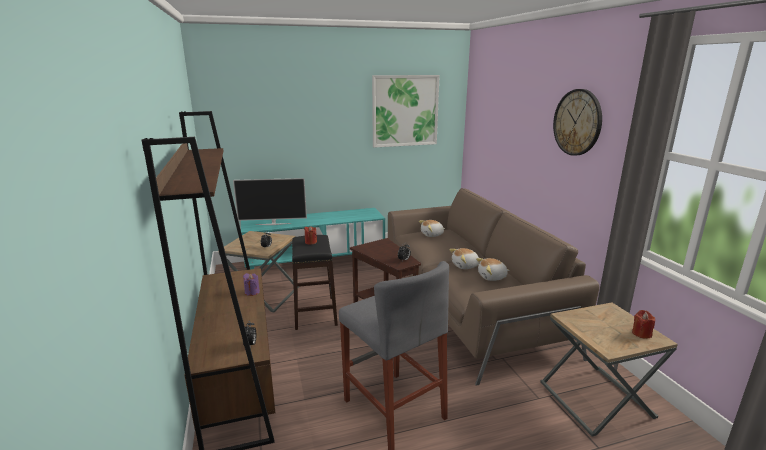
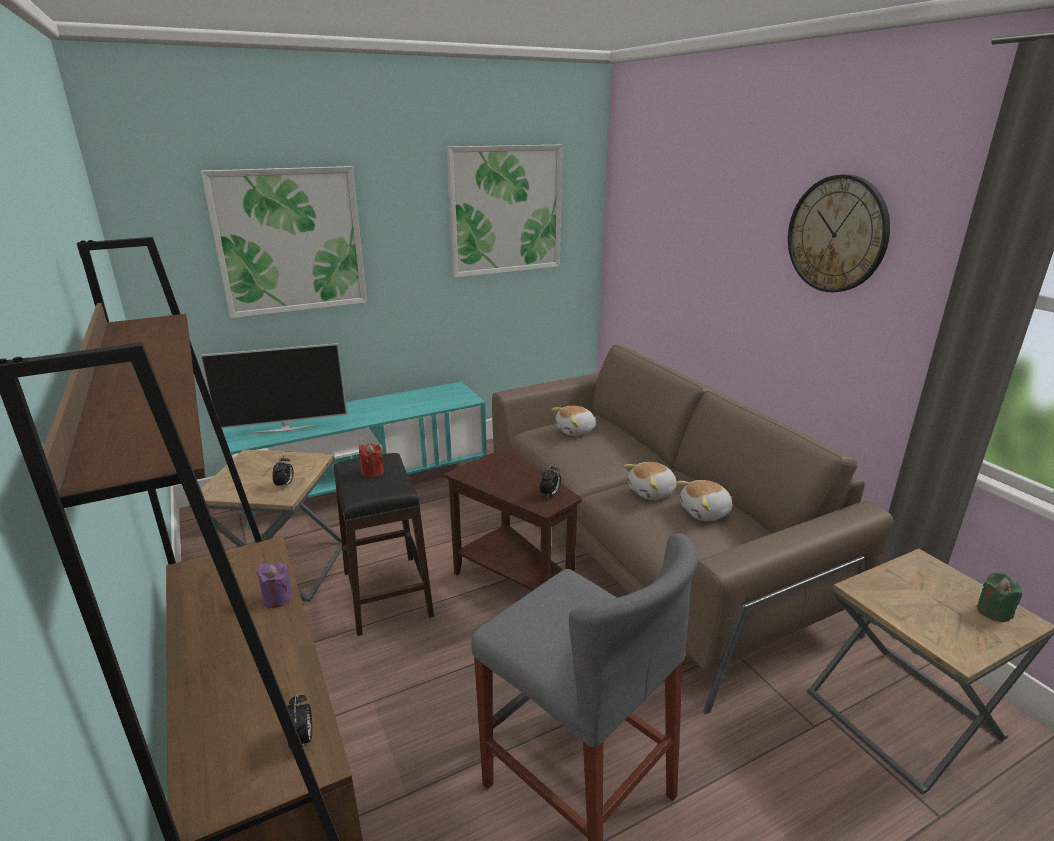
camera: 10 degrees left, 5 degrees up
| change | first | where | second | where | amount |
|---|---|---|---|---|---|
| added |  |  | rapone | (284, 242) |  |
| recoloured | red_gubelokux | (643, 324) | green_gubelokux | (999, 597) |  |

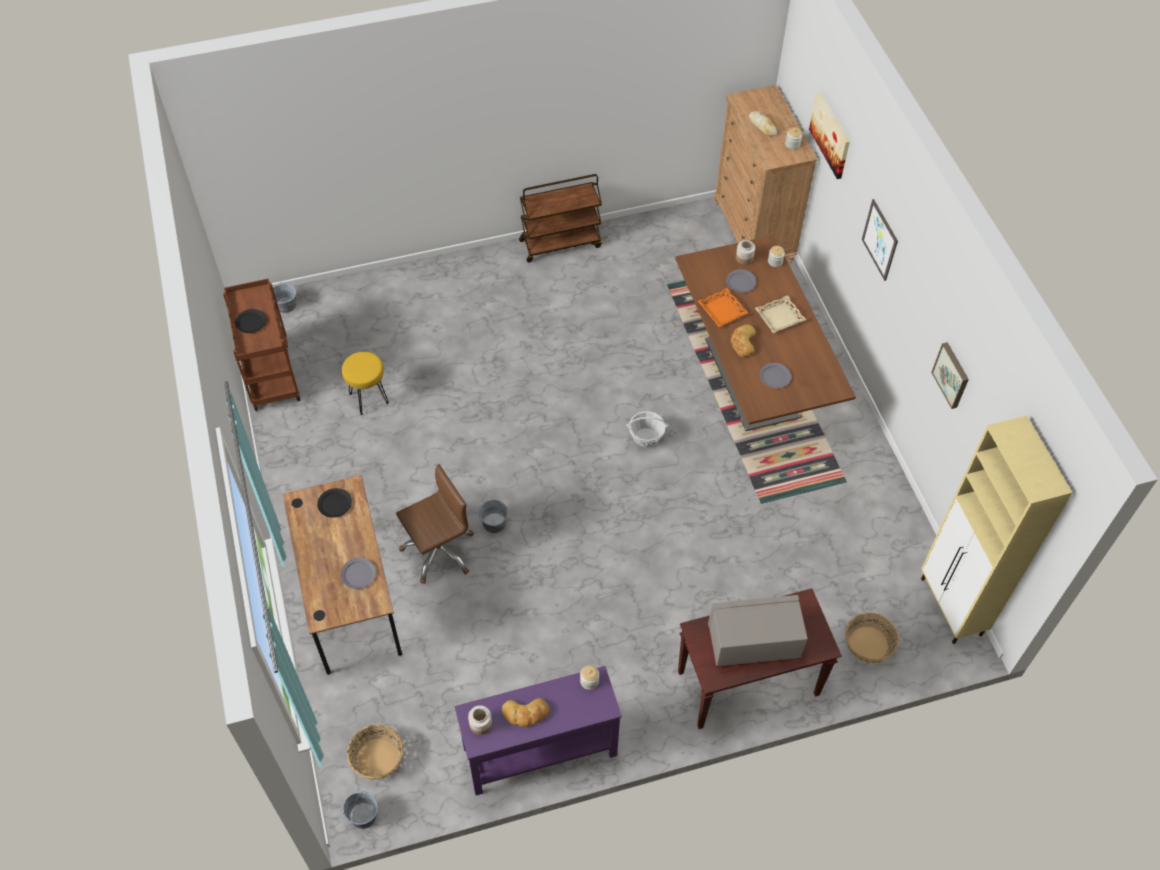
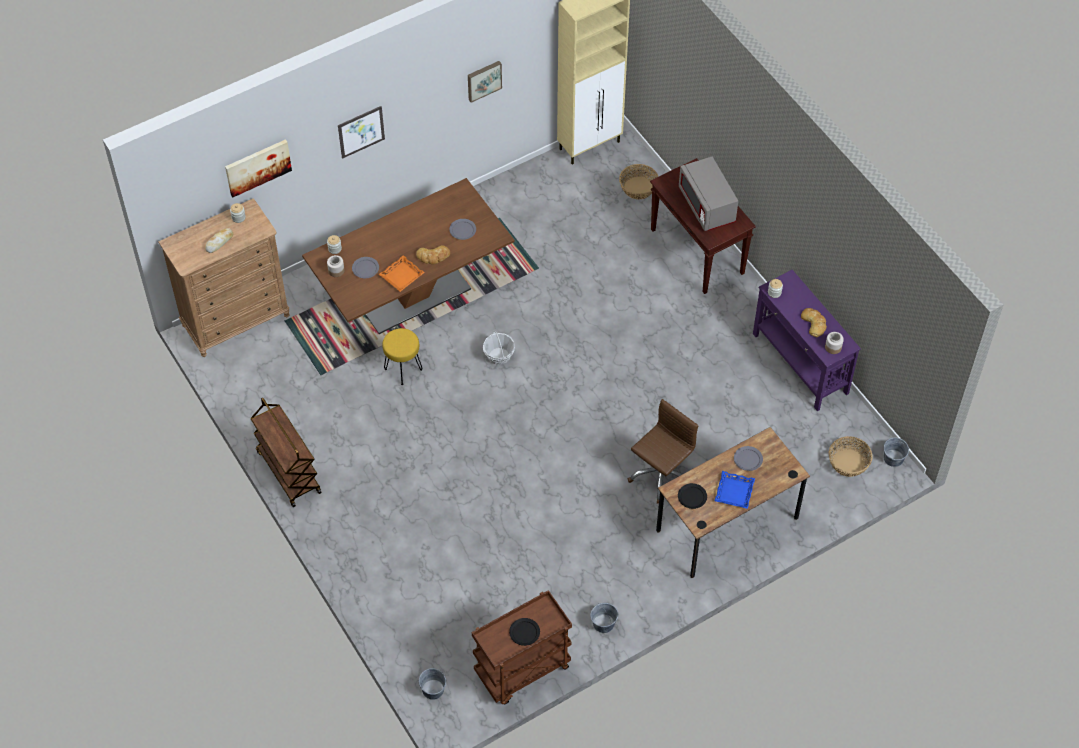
camera: 105 degrees left, 0 degrees up
| change | first | where | second | where | amount |
|---|---|---|---|---|---|
| removed | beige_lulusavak | (780, 314) |  |  |  |
| added |  |  | blue_lulusavak | (735, 490) |  |
| moved | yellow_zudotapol | (365, 383) |  | (402, 356) |  |
| moved | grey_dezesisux | (493, 516) |  | (604, 618) |  |
| turned | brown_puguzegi | (435, 524) |  | (663, 451) | 90 degrees clockwise |

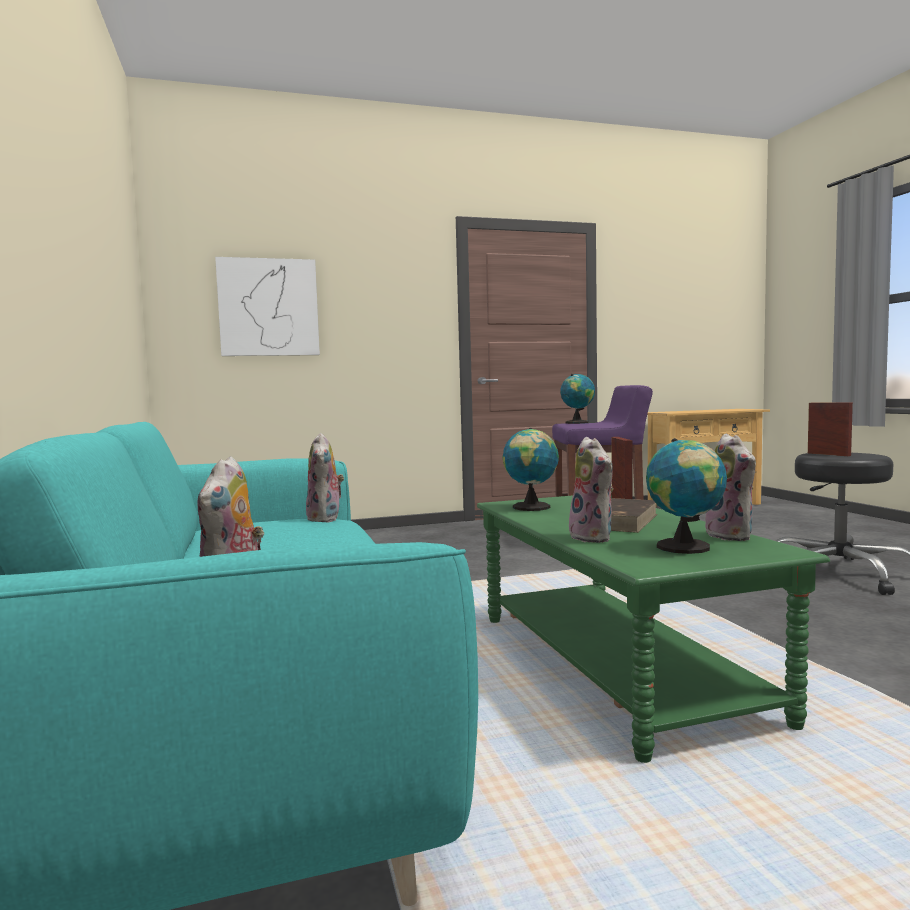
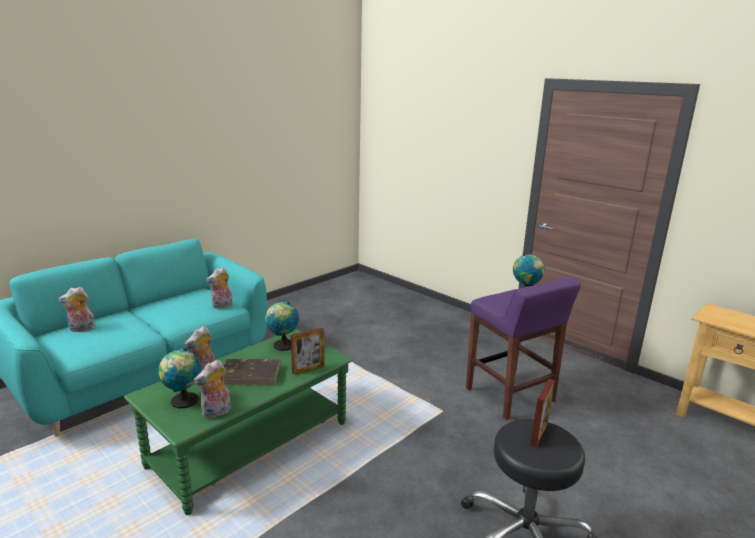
camera: 60 degrees right, 15 degrees up
| change | first | where | second | where | amount |
|---|---|---|---|---|---|
| removed | rapone | (267, 306) |  |  |  |

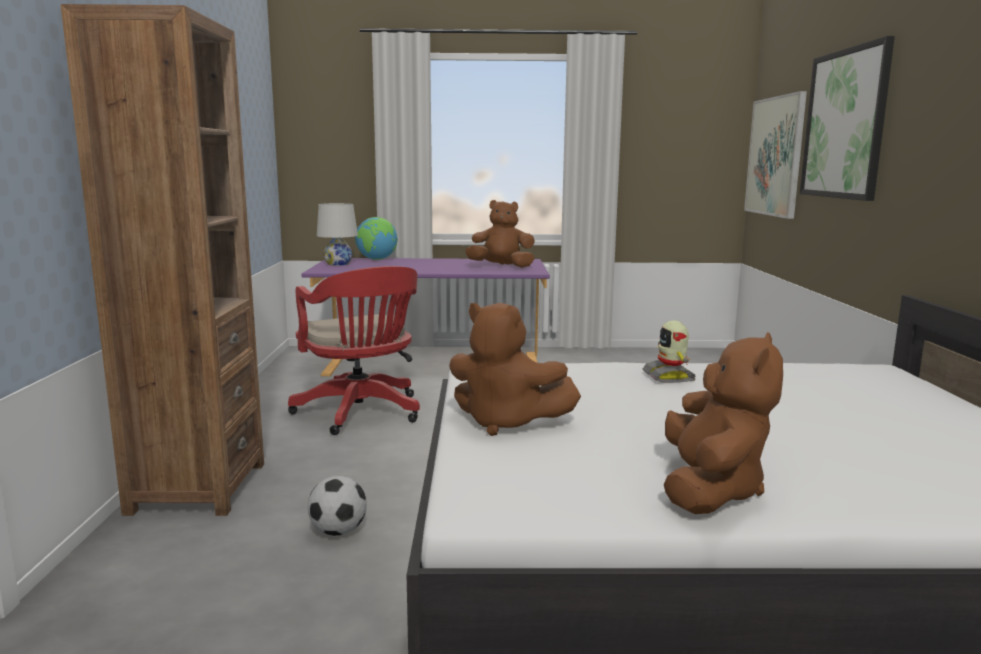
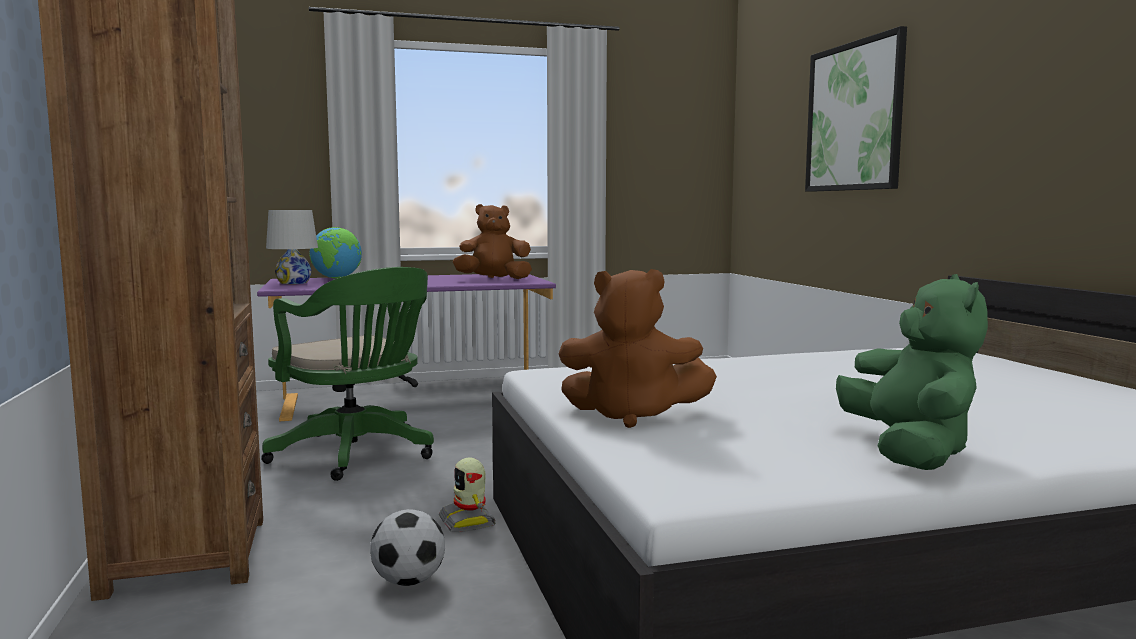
camera: 15 degrees left, 5 degrees down
| change | first | where | second | where | amount |
|---|---|---|---|---|---|
| removed | rapone | (775, 155) |  |  |  |
| moved | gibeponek | (669, 351) |  | (467, 494) |  |
| recoloured | red_puguzegi | (354, 350) | green_puguzegi | (347, 374) |  |
| recoloured | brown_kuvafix | (723, 423) | green_kuvafix | (912, 372) |  |

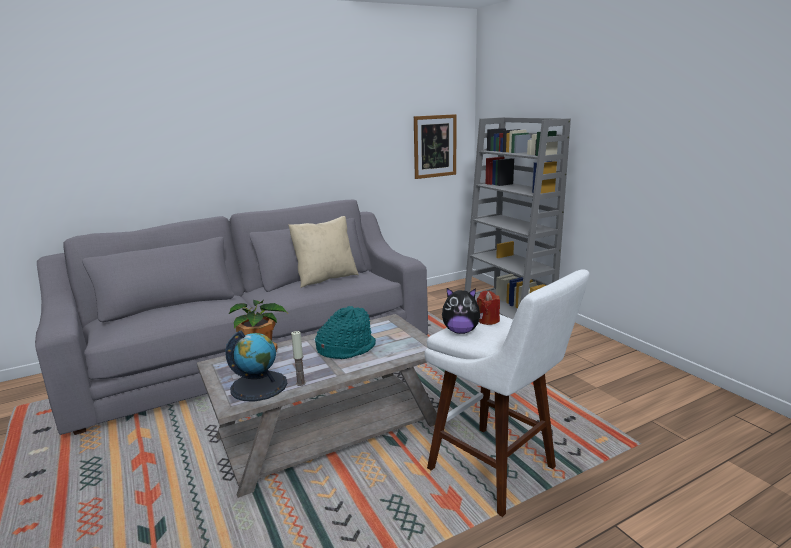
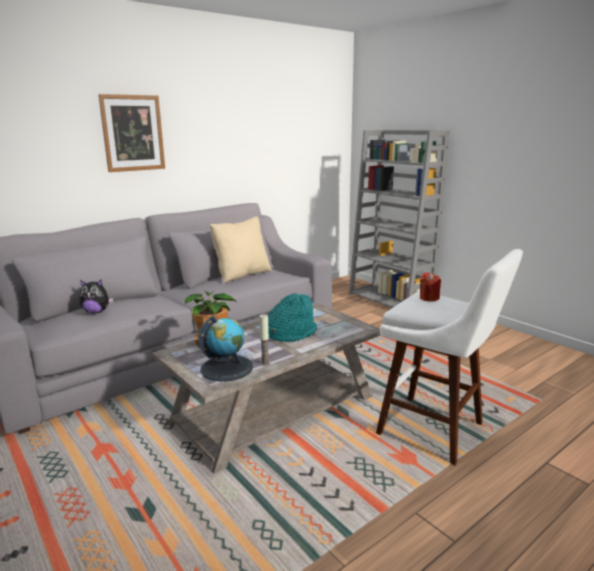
camera: 10 degrees left, 0 degrees up
| change | first | where | second | where | amount |
|---|---|---|---|---|---|
| moved | rapone | (435, 146) |  | (131, 133) |  |
| moved | kuvafix | (462, 311) |  | (96, 297) |  |

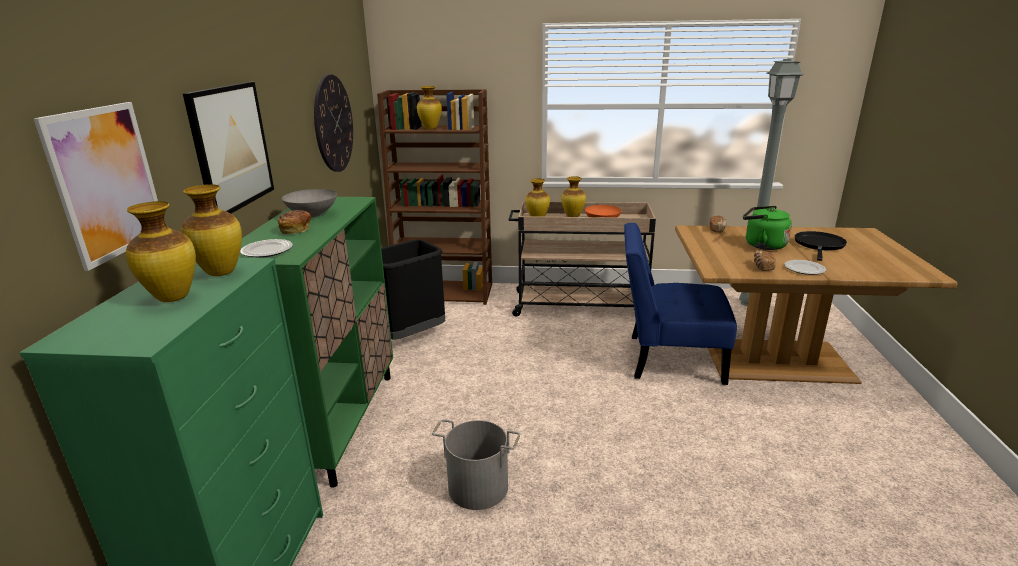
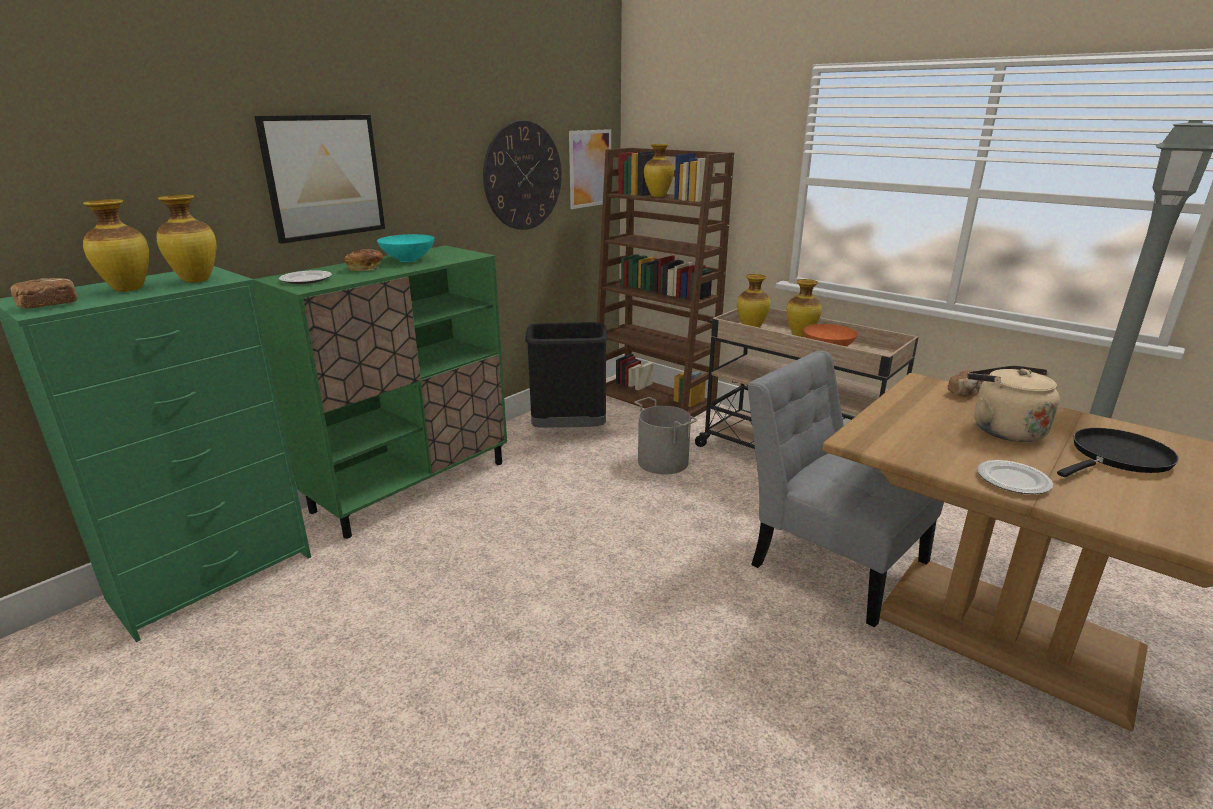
camera: 35 degrees right, 0 degrees up
| change | first | where | second | where | amount |
|---|---|---|---|---|---|
| moved | rapone | (95, 186) |  | (590, 169) |  |
| moved | grey_dezesisux | (476, 464) |  | (666, 436) |  |
| moved | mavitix | (765, 261) |  | (44, 293) |  |
| recoloured | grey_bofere | (309, 203) | turquoise_bofere | (406, 248) |  |
| recoloured | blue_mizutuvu | (680, 304) | grey_mizutuvu | (845, 489) |  |
| recoloured | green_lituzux | (767, 228) | beige_lituzux | (1013, 403) |  |

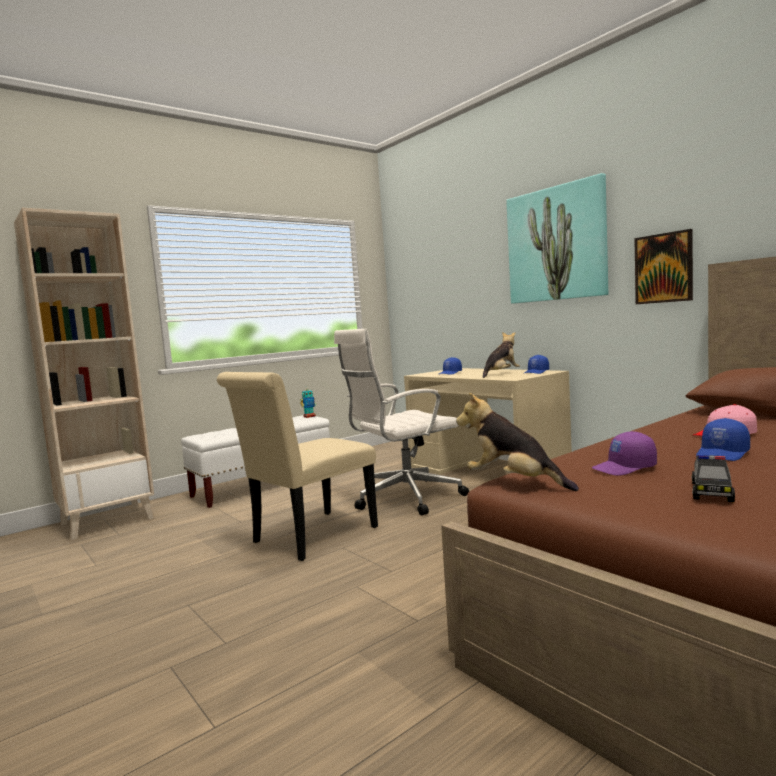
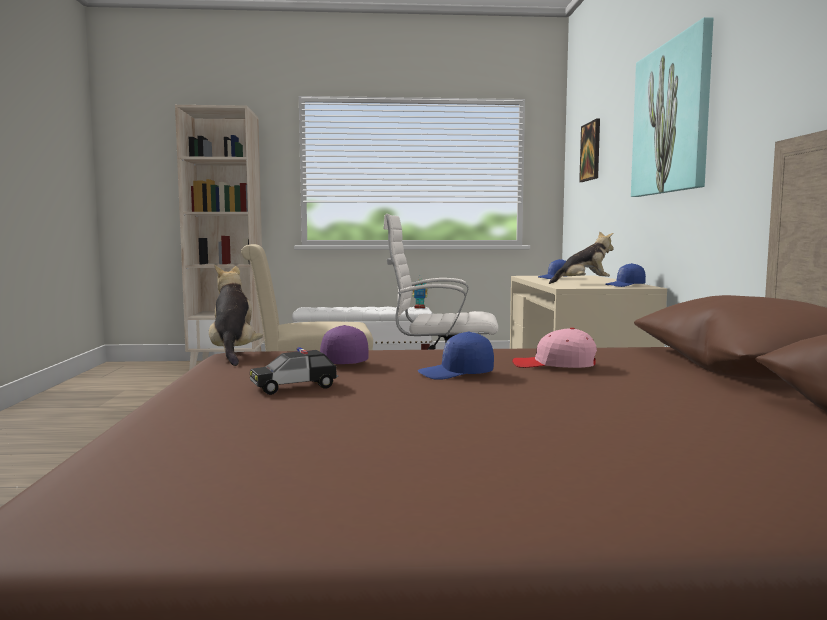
camera: 35 degrees right, 0 degrees up
| change | first | where | second | where | amount |
|---|---|---|---|---|---|
| moved | rapone | (663, 266) |  | (589, 150) |  |

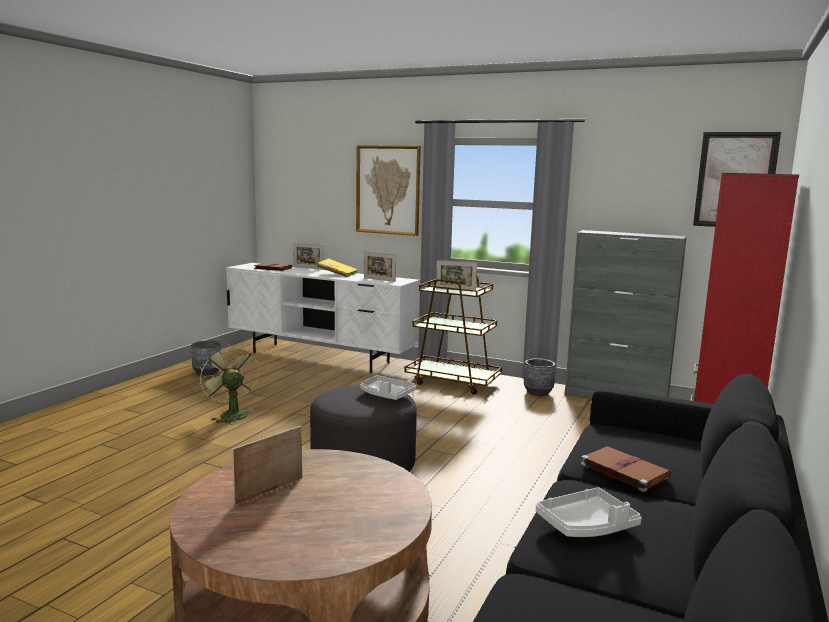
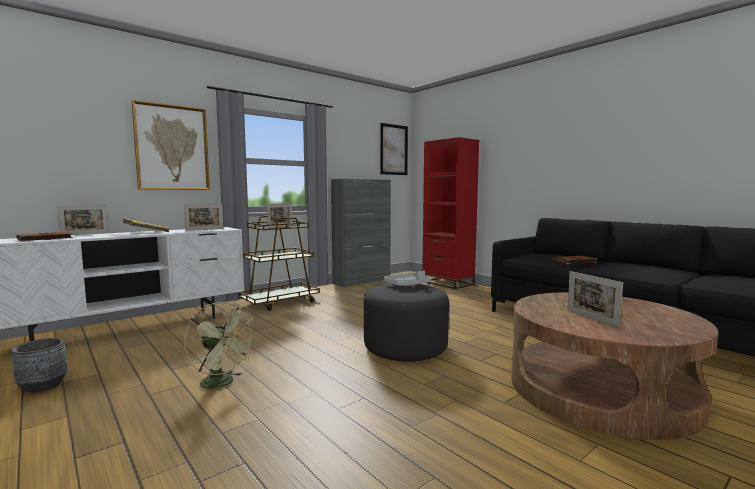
camera: 65 degrees left, 5 degrees down
| change | first | where | second | where | amount |
|---|---|---|---|---|---|
| removed | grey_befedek | (540, 377) |  |  |  |
| removed | grey_lulusavak | (589, 512) |  |  |  |
| turned | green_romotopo | (229, 384) |  | (220, 349) | 135 degrees counterclockwise |

